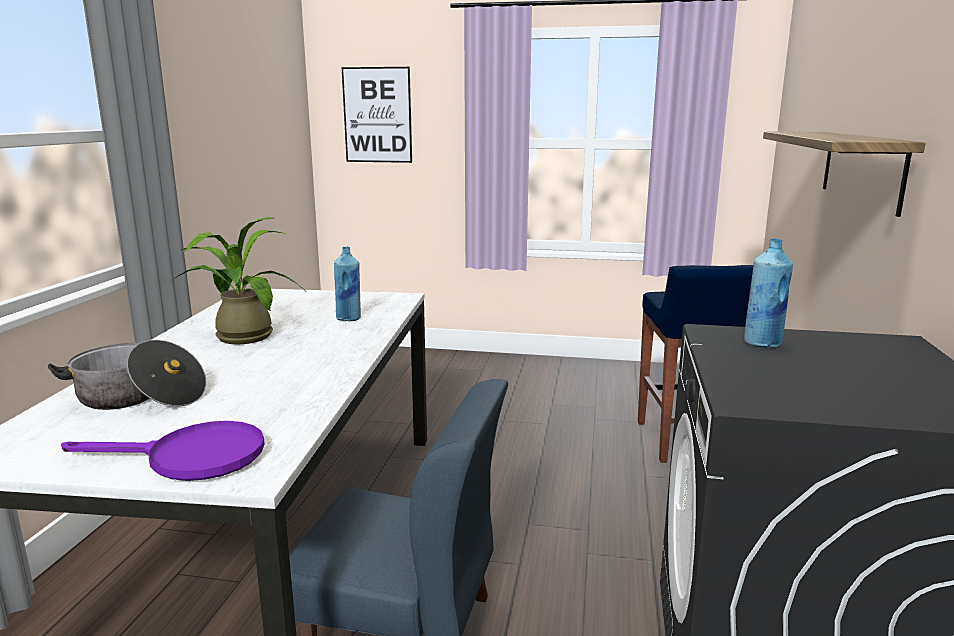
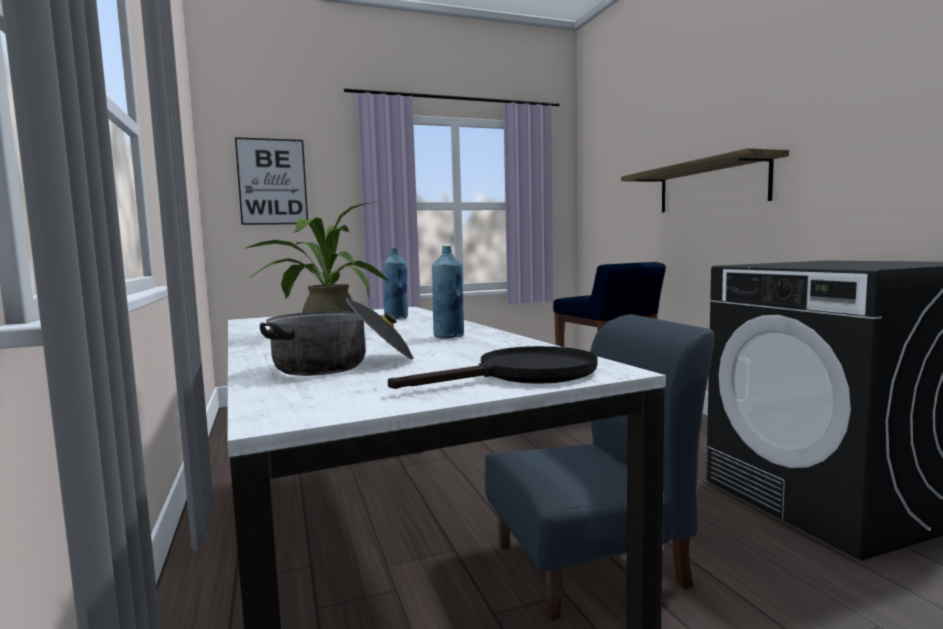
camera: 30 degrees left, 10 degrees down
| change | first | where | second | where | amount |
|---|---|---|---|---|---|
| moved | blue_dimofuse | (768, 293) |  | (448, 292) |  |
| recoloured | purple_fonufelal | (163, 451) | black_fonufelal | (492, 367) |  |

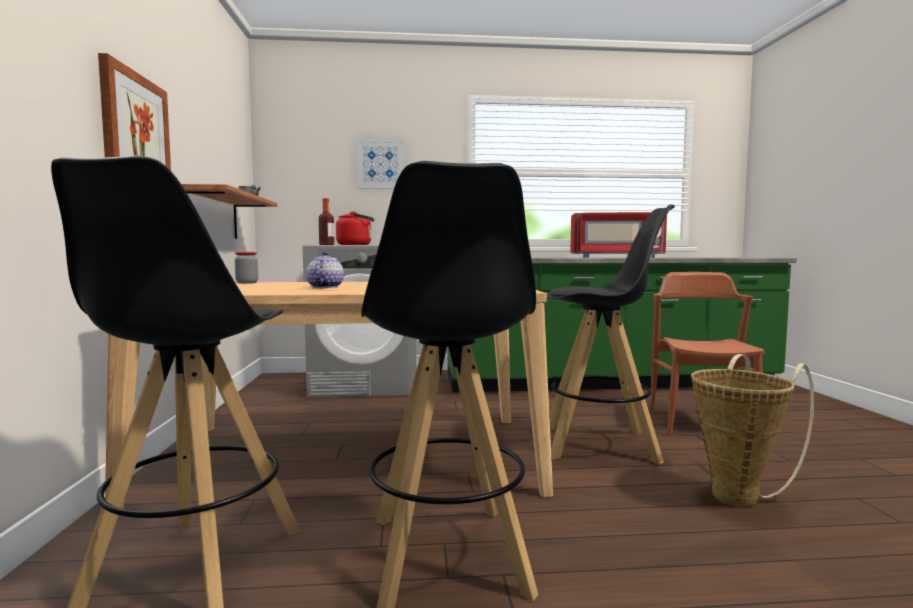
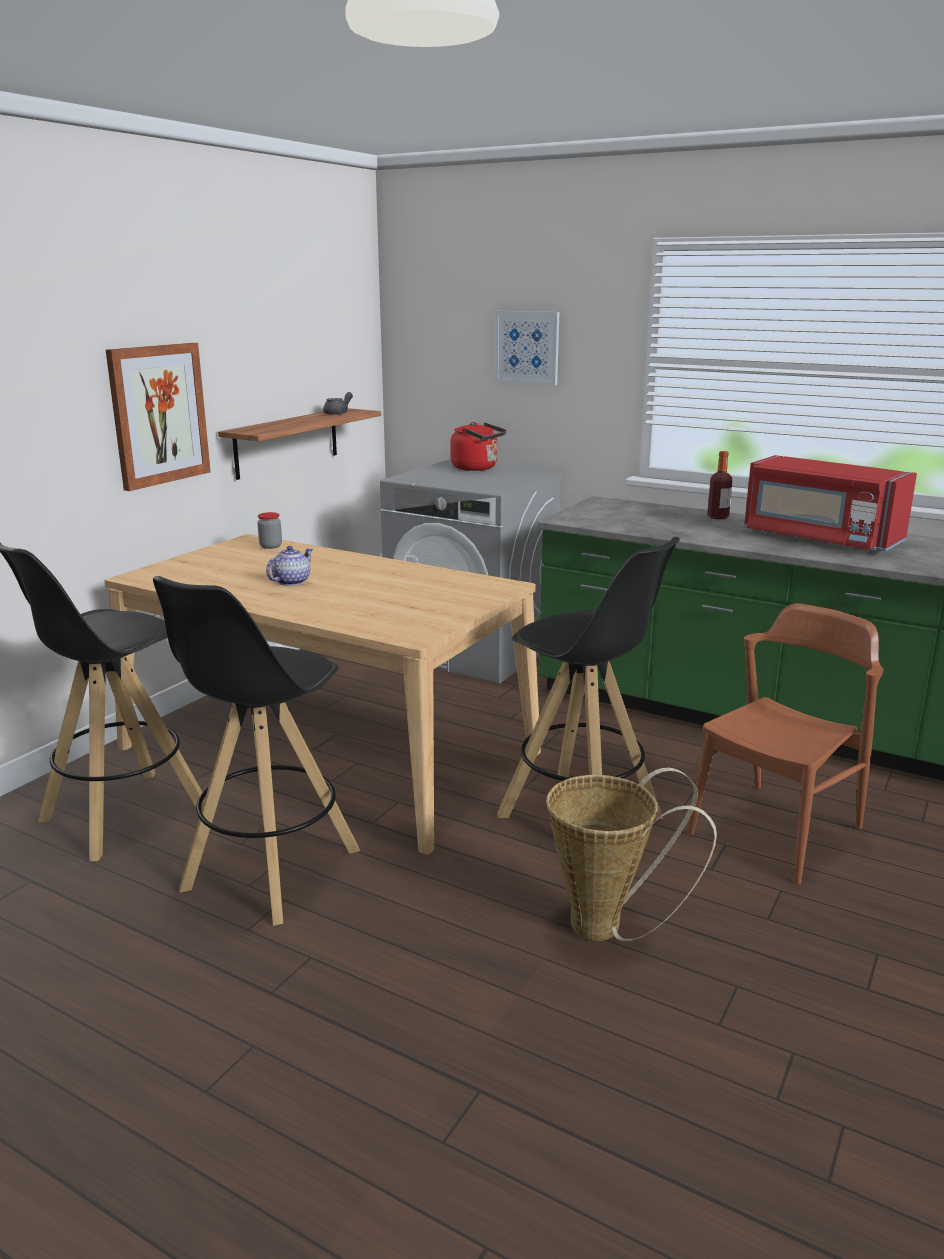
camera: 35 degrees right, 15 degrees up
| change | first | where | second | where | amount |
|---|---|---|---|---|---|
| moved | dimofuse | (326, 221) |  | (720, 485) |  |

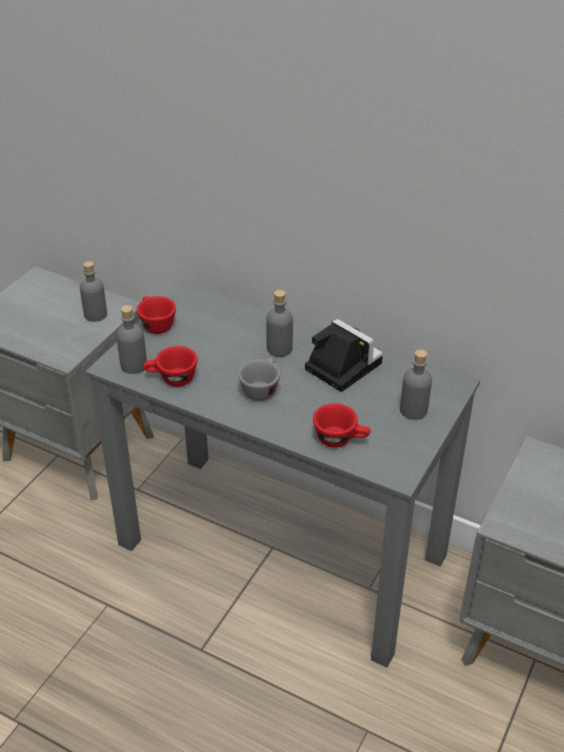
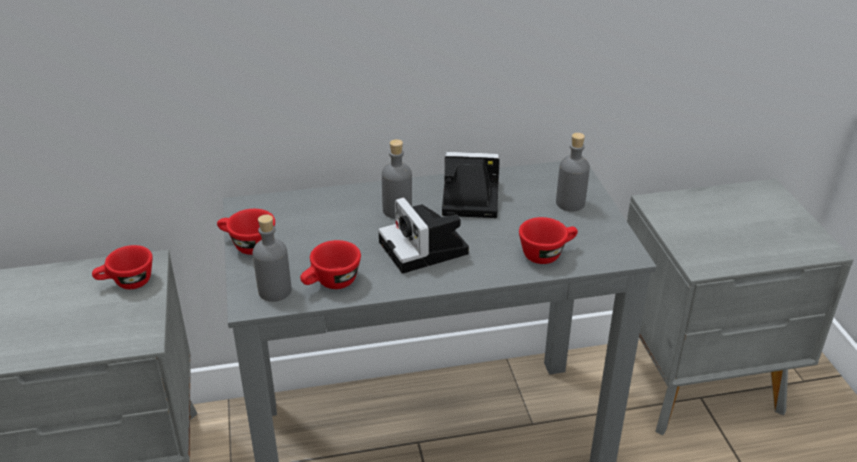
camera: 40 degrees left, 5 degrees down
| change | first | where | second | where | amount |
|---|---|---|---|---|---|
| replaced | grey_dimofuse | (93, 291) | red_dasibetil | (122, 267) |  |
| replaced | grey_dasibetil | (259, 379) | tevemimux | (423, 235) |  |

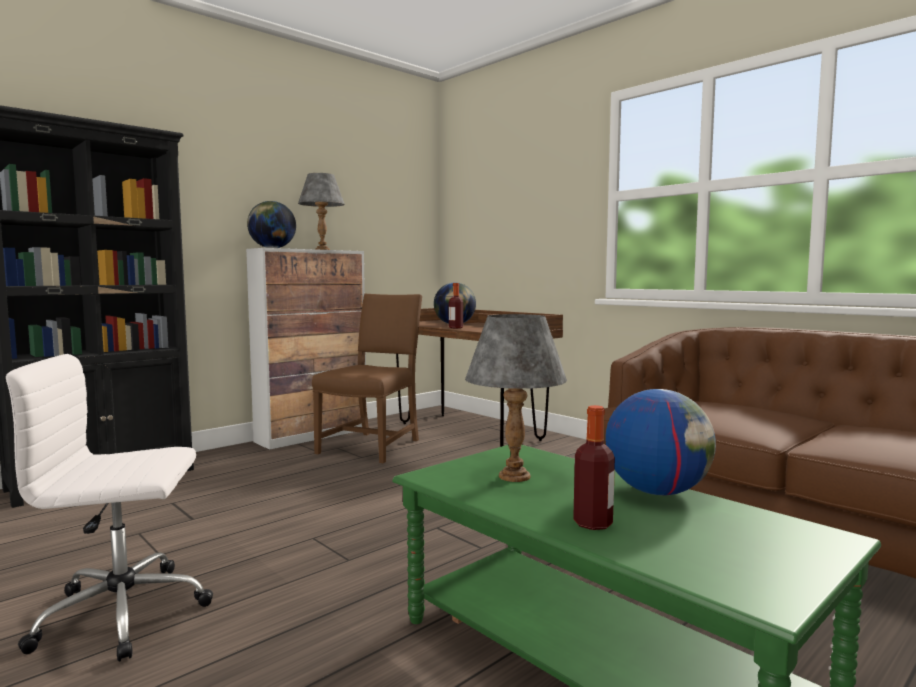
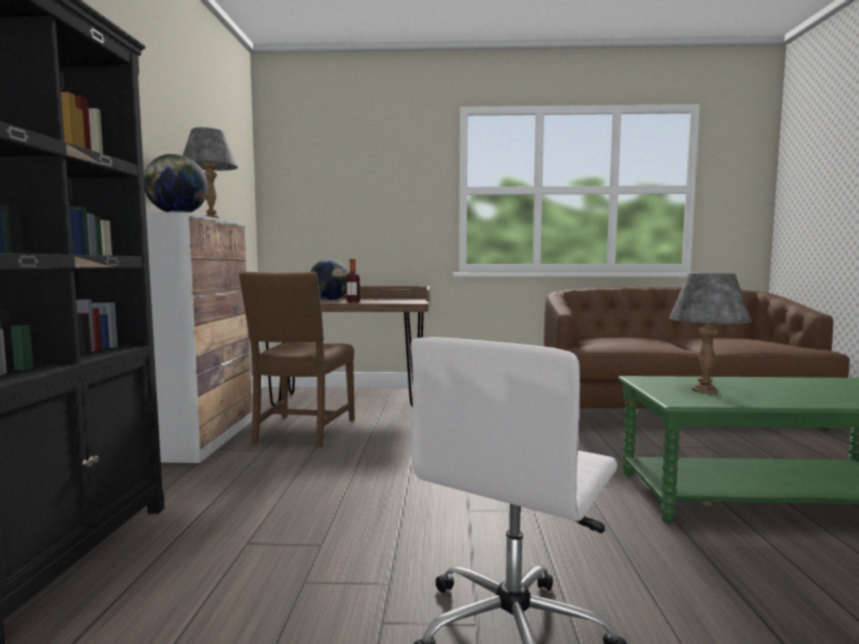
camera: 45 degrees left, 0 degrees up
| change | first | where | second | where | amount |
|---|---|---|---|---|---|
| removed | dimofuse | (594, 467) |  |  |  |
| removed | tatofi | (660, 442) |  |  |  |
| turned | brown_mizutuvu | (367, 378) |  | (297, 359) | 150 degrees counterclockwise |

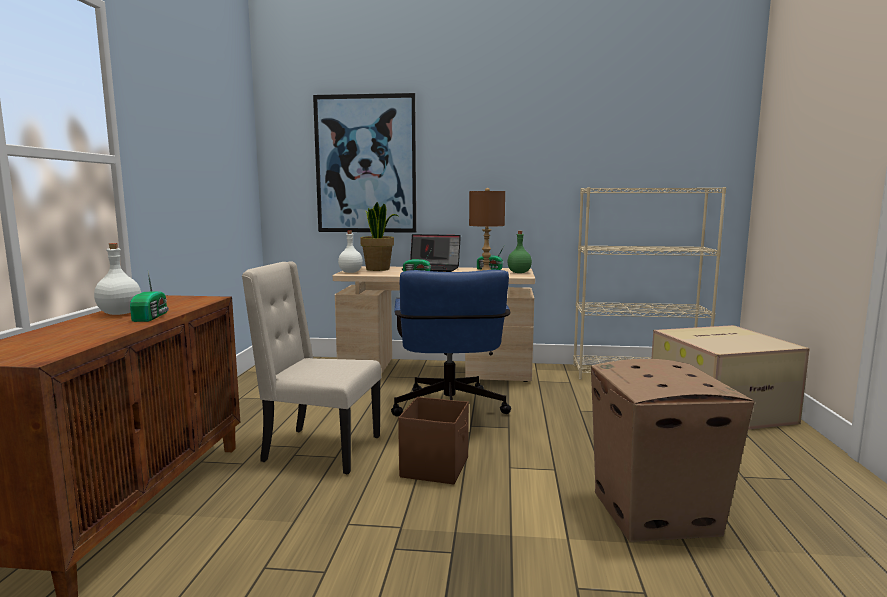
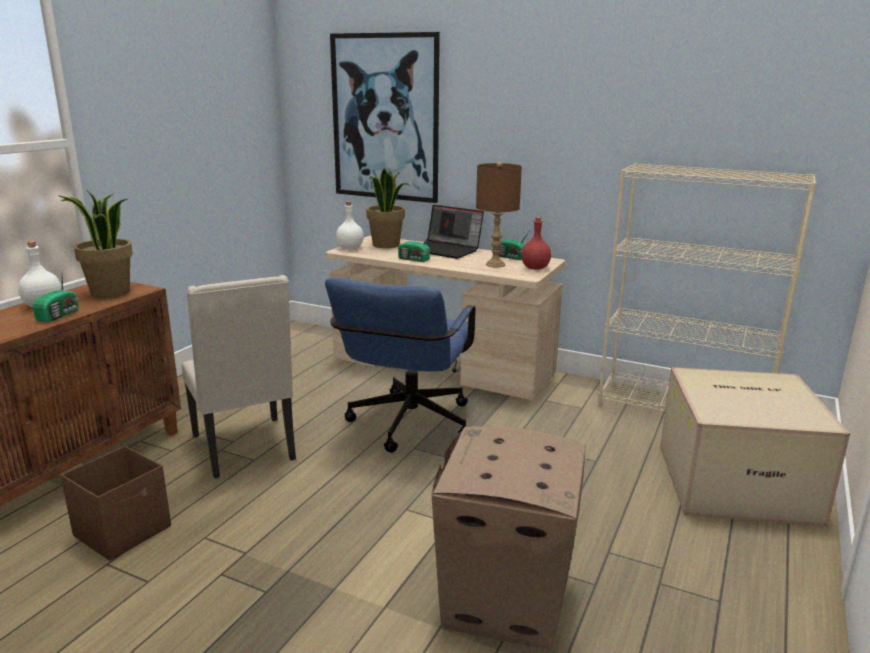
camera: 20 degrees right, 10 degrees up
| change | first | where | second | where | amount |
|---|---|---|---|---|---|
| added |  |  | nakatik | (96, 244) |  |
| moved | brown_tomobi | (433, 440) |  | (116, 503) |  |
| recoloured | green_dimofuse | (519, 252) | red_dimofuse | (536, 243) |  |
| turned | beige_mizutuvu | (311, 368) |  | (239, 376) | 150 degrees counterclockwise |

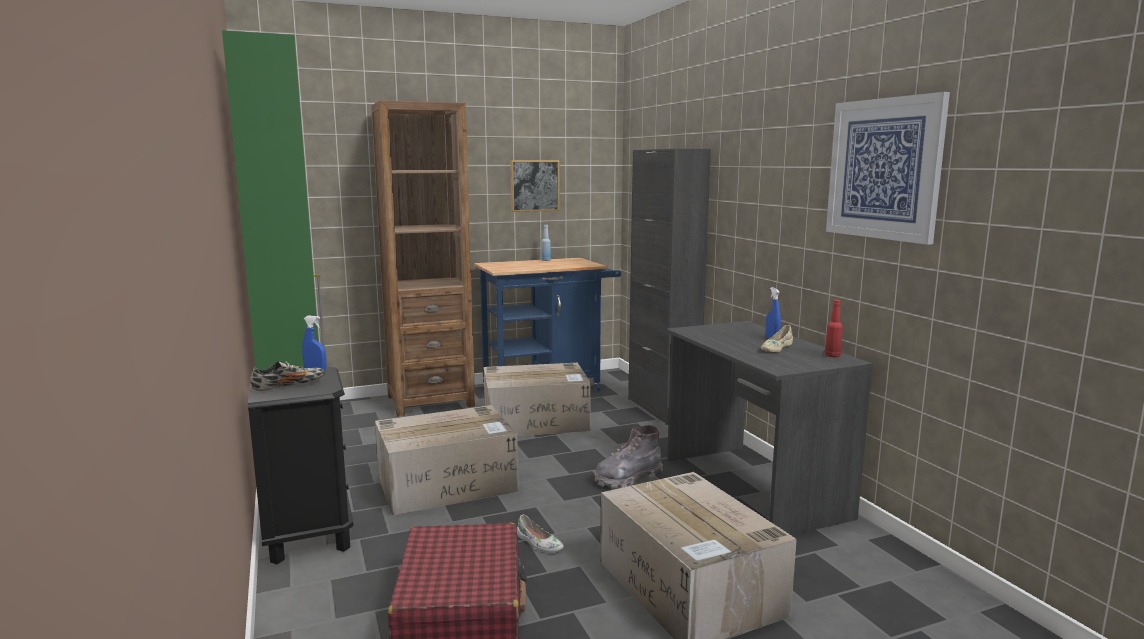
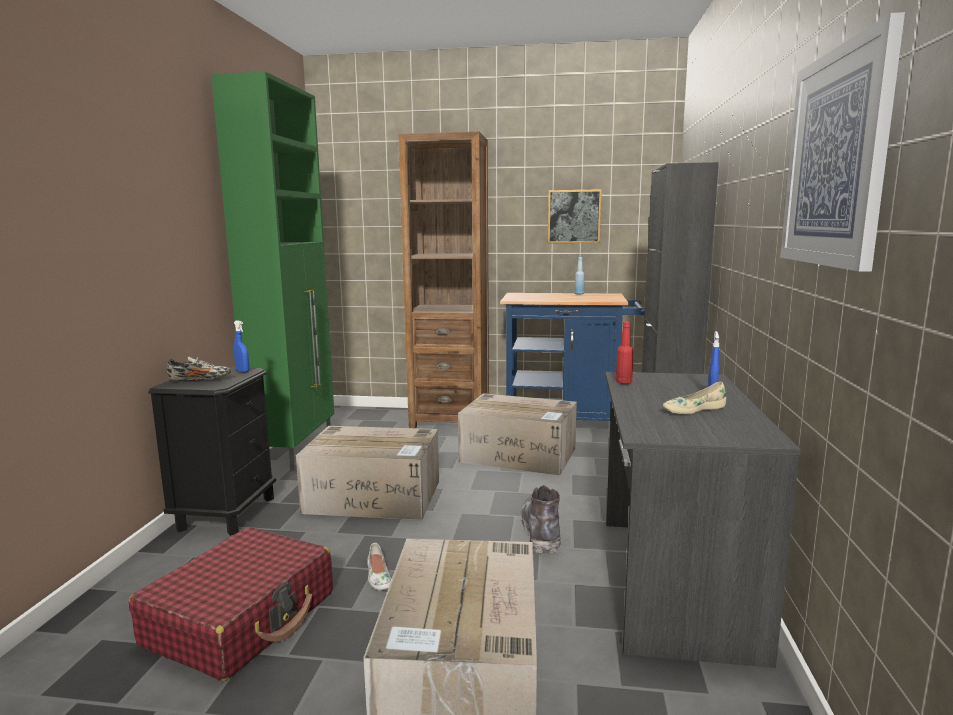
camera: 30 degrees right, 0 degrees up
| change | first | where | second | where | amount |
|---|---|---|---|---|---|
| moved | red_dimofuse | (834, 328) |  | (625, 353) |  |
| turned | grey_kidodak | (628, 456) |  | (541, 519) | 90 degrees clockwise |

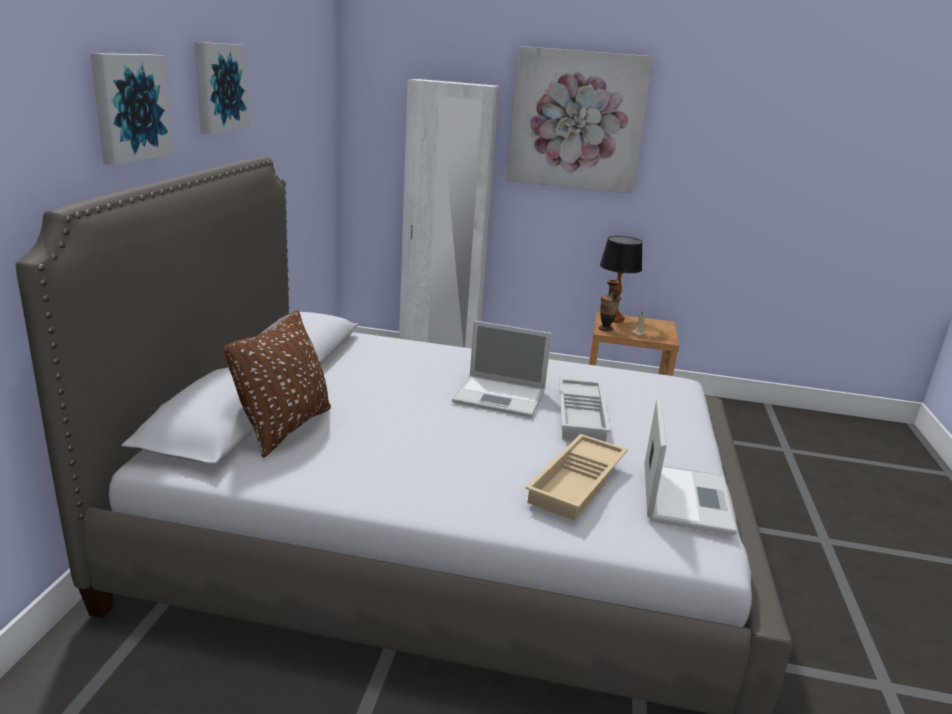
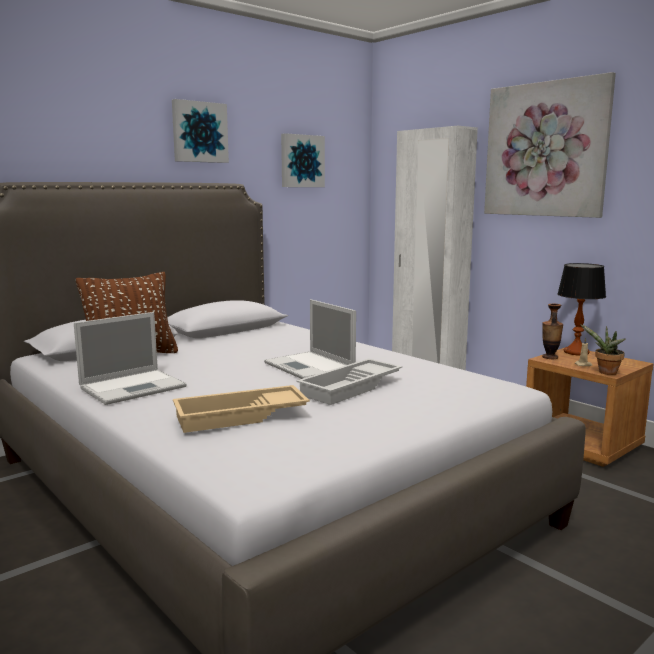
camera: 40 degrees right, 10 degrees down
| change | first | where | second | where | amount |
|---|---|---|---|---|---|
| added |  |  | nakatik | (603, 349) |  |
| moved | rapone | (131, 109) |  | (303, 160) |  |
| moved | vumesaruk | (691, 467) |  | (130, 358) |  |

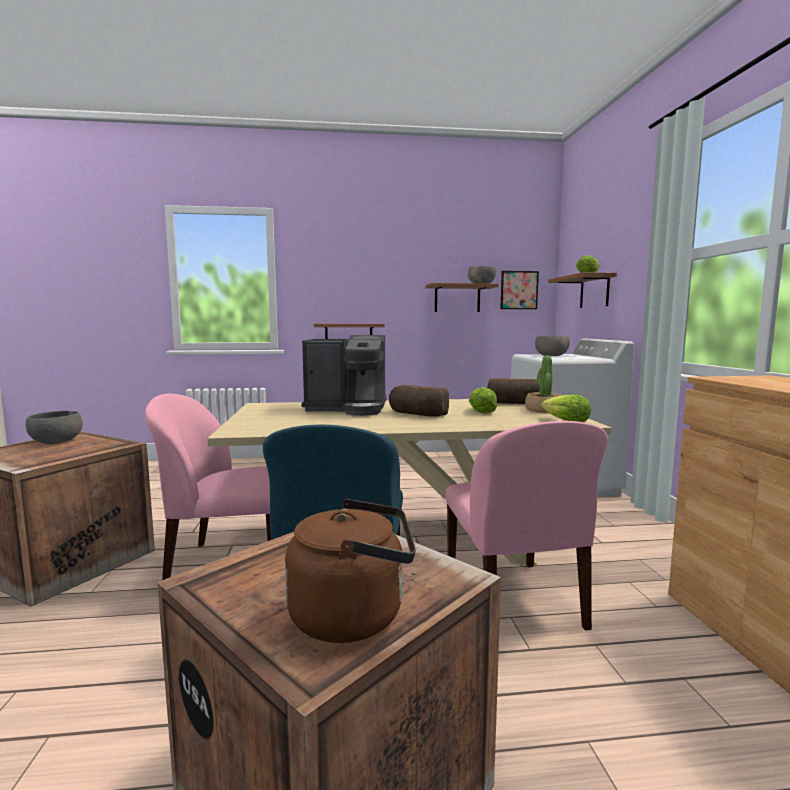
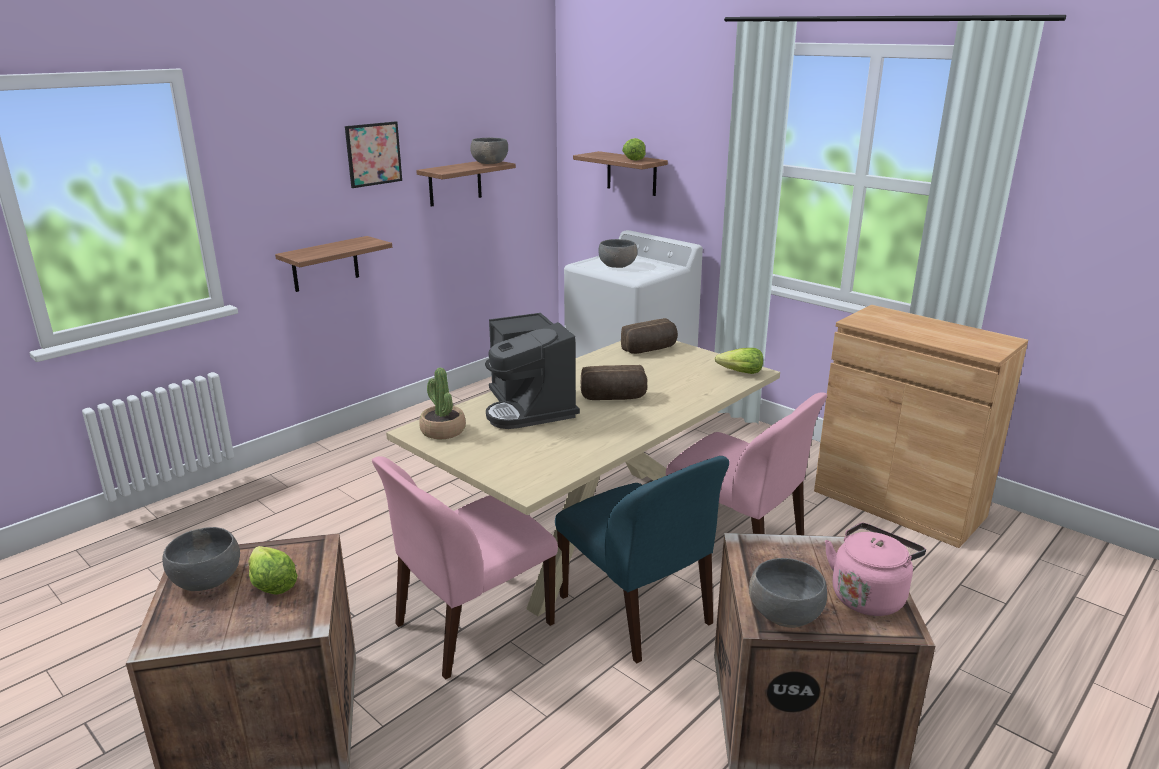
camera: 40 degrees left, 15 degrees up
| change | first | where | second | where | amount |
|---|---|---|---|---|---|
| added |  |  | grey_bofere | (788, 593) |  |
| moved | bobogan | (483, 400) |  | (273, 570) |  |
| moved | rapone | (519, 290) |  | (373, 154) |  |
| moved | nakatik | (543, 384) |  | (442, 403) |  |
| recoloured | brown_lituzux | (350, 571) | pink_lituzux | (875, 569) |  |
| turned | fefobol | (344, 375) |  | (532, 371) | 105 degrees clockwise |

